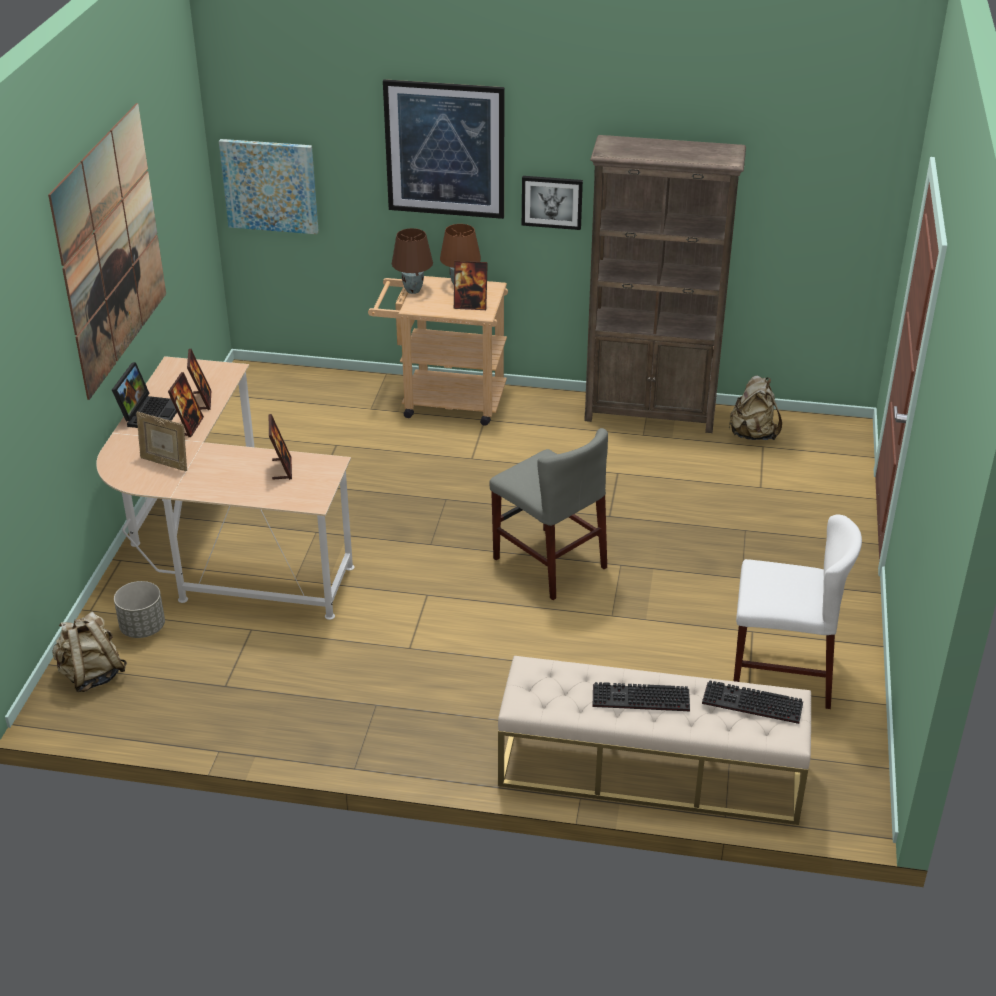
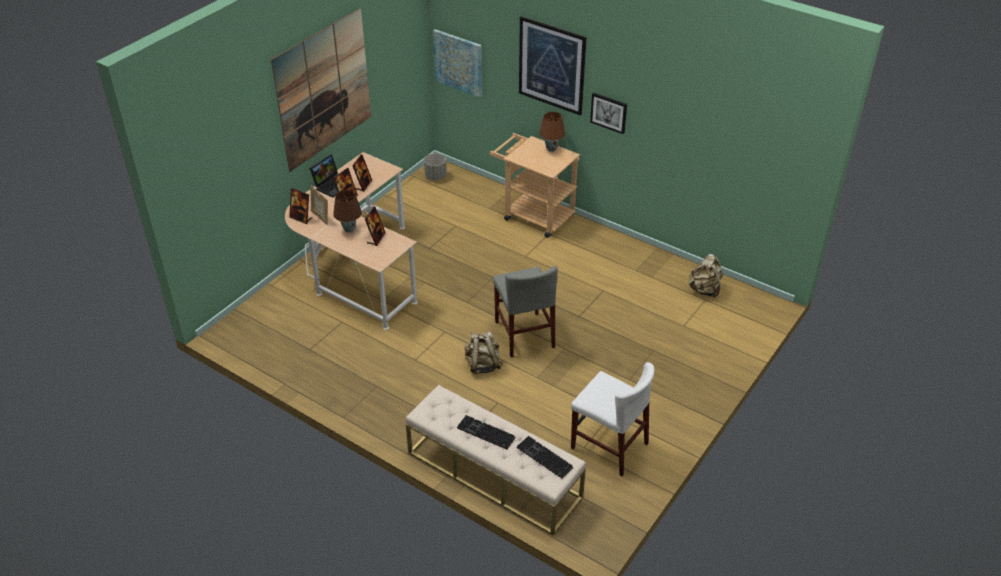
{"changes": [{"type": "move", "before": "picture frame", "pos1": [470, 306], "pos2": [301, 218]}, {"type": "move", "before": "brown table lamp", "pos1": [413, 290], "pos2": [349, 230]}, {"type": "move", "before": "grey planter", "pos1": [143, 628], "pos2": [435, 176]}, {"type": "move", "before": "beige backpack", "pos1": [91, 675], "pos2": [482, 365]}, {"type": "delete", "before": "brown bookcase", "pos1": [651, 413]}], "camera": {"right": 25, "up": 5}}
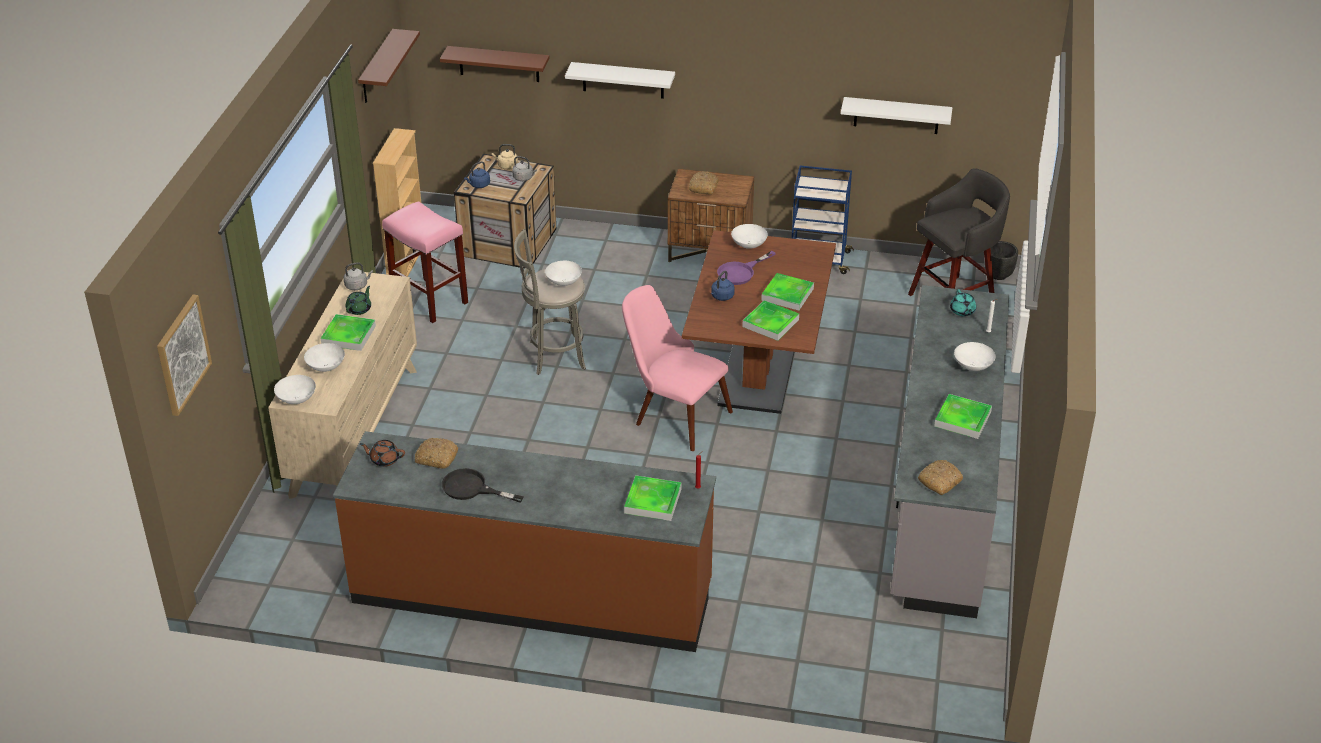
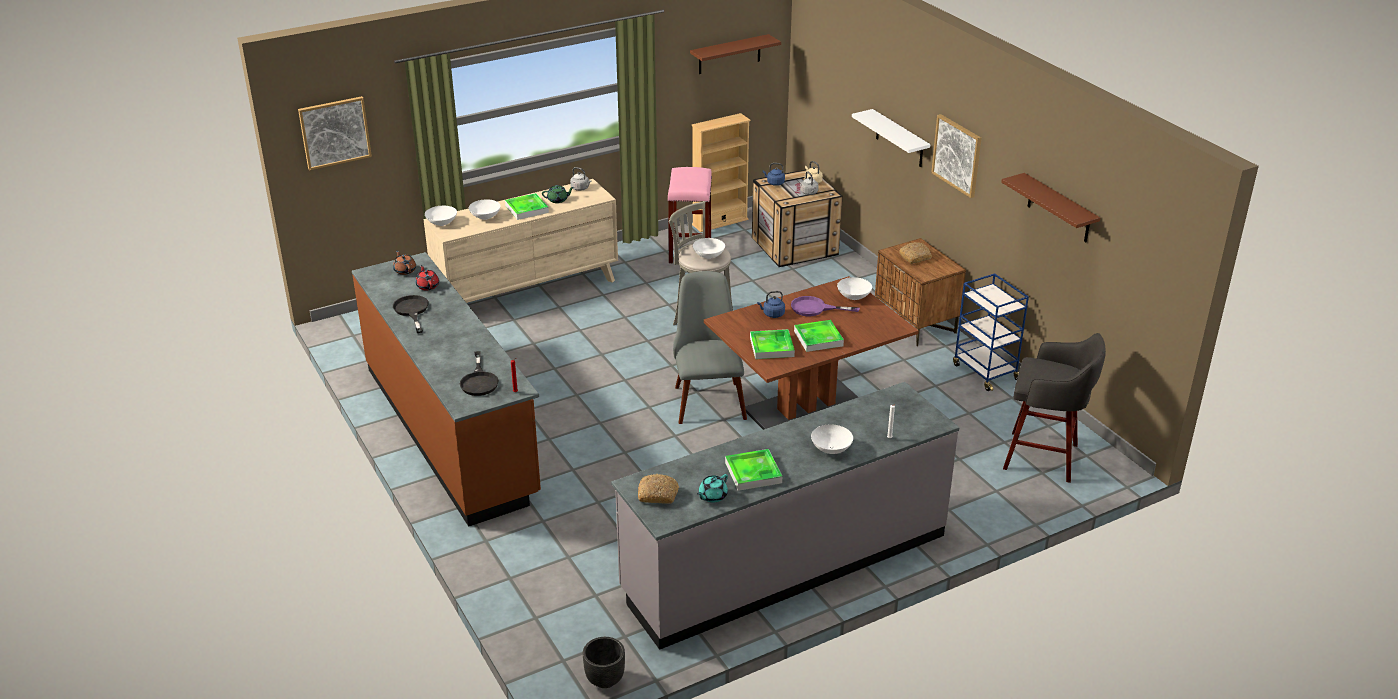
{"changes": [{"type": "replace", "before": "bread", "after": "red teapot", "pos1": [436, 458], "pos2": [427, 286]}, {"type": "replace", "before": "tray", "after": "black frying pan", "pos1": [653, 501], "pos2": [479, 381]}, {"type": "move", "before": "black planter", "pos1": [998, 275], "pos2": [604, 680]}, {"type": "recolor", "before": "pink chair", "after": "grey chair", "pos1": [673, 414], "pos2": [707, 396]}, {"type": "move", "before": "turquoise teapot", "pos1": [962, 311], "pos2": [712, 496]}, {"type": "insert", "after": "picture", "pos2": [957, 155]}, {"type": "move", "before": "brown shelf", "pos1": [499, 64], "pos2": [1059, 209]}, {"type": "delete", "before": "white shelf", "pos1": [896, 115]}], "camera": {"right": 50, "up": -5}}
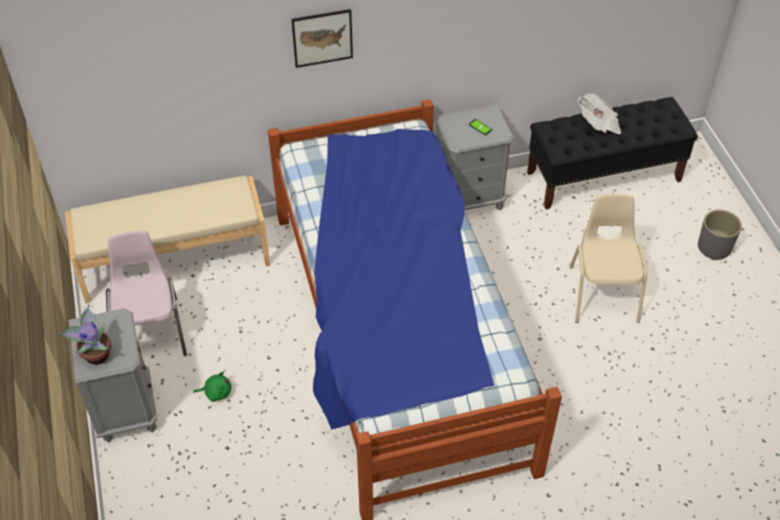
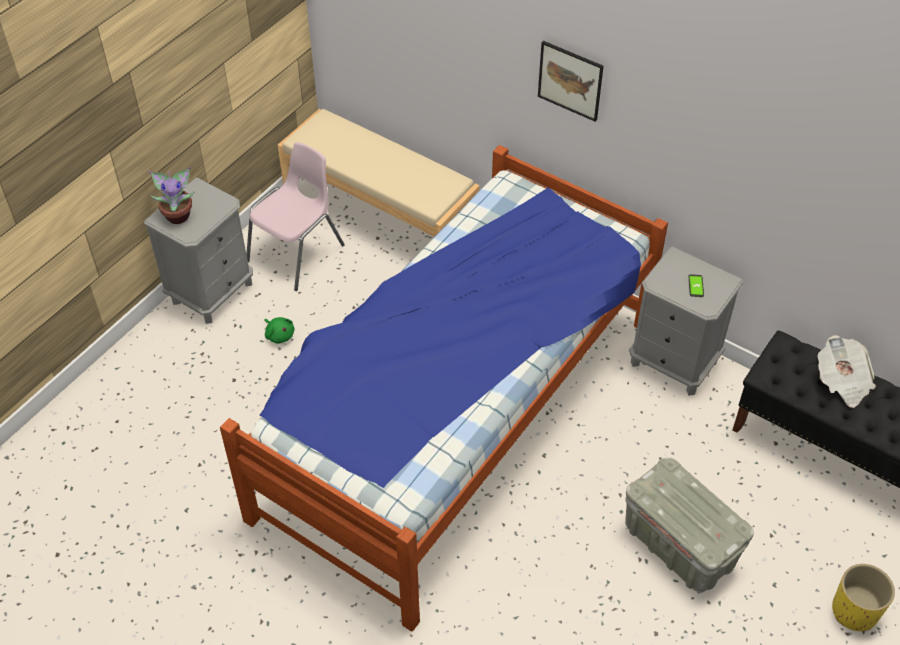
{"changes": [{"type": "replace", "before": "beige chair", "after": "grey storage box", "pos1": [603, 293], "pos2": [680, 545]}, {"type": "recolor", "before": "grey planter", "after": "yellow planter", "pos1": [713, 248], "pos2": [854, 610]}], "camera": {"right": 50, "up": 0}}
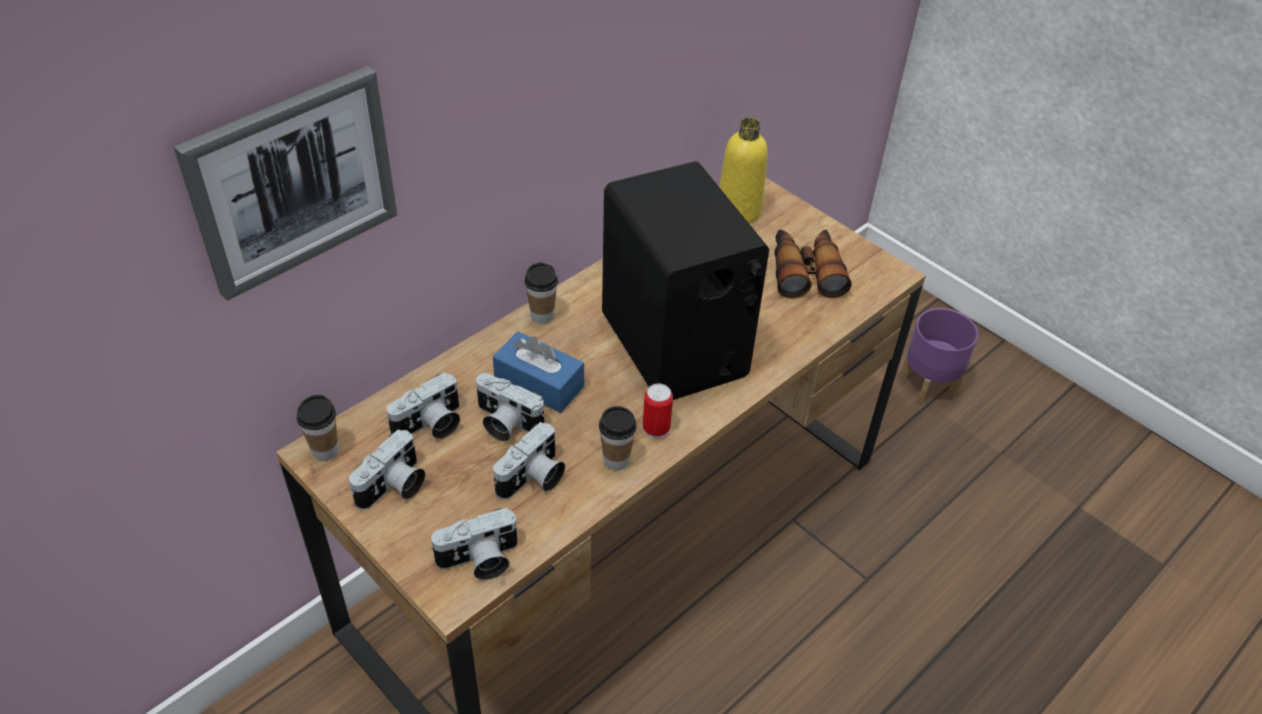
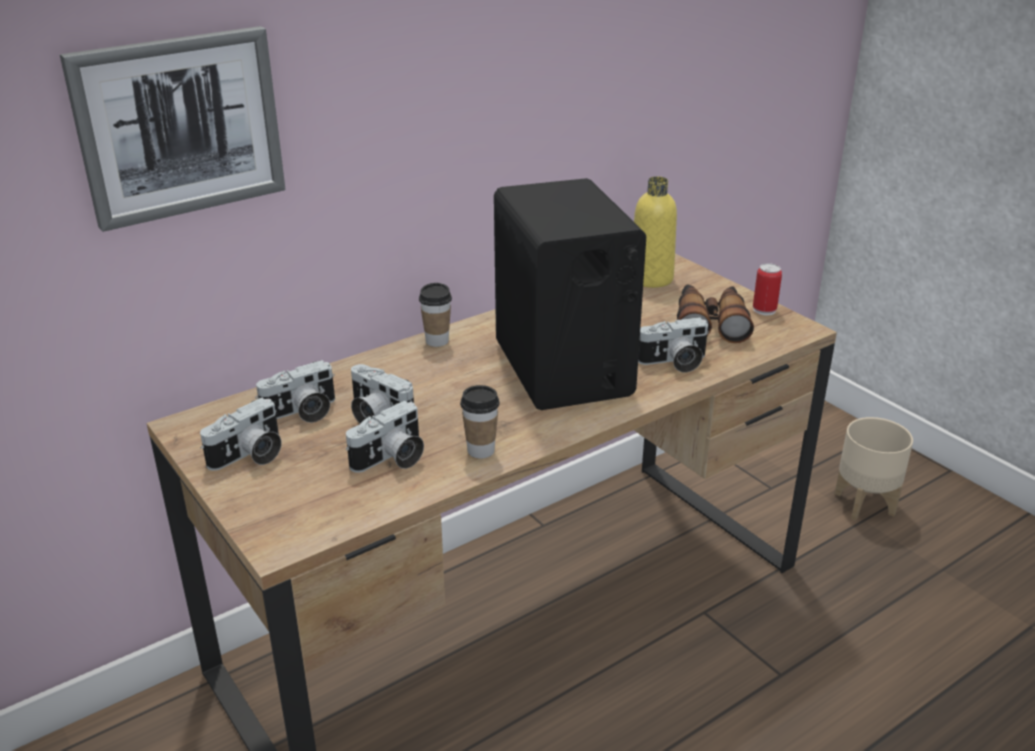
{"changes": [{"type": "move", "before": "photo camera", "pos1": [479, 561], "pos2": [674, 363]}, {"type": "move", "before": "can", "pos1": [656, 428], "pos2": [764, 310]}, {"type": "recolor", "before": "purple planter", "after": "beige planter", "pos1": [927, 384], "pos2": [864, 503]}, {"type": "delete", "before": "cup", "pos1": [325, 451]}, {"type": "delete", "before": "blue tissue box", "pos1": [539, 383]}], "camera": {"right": 10, "up": -15}}
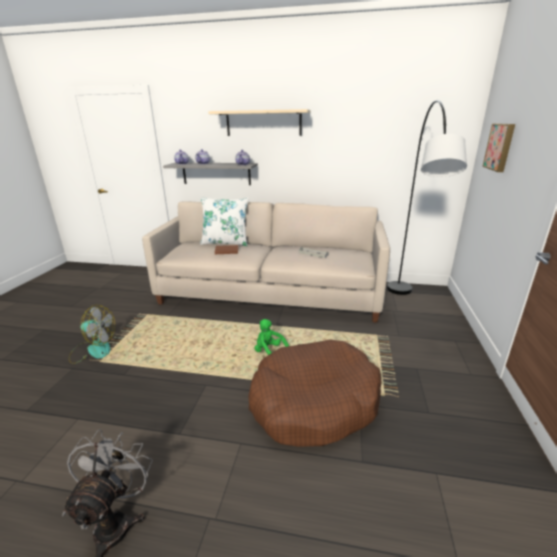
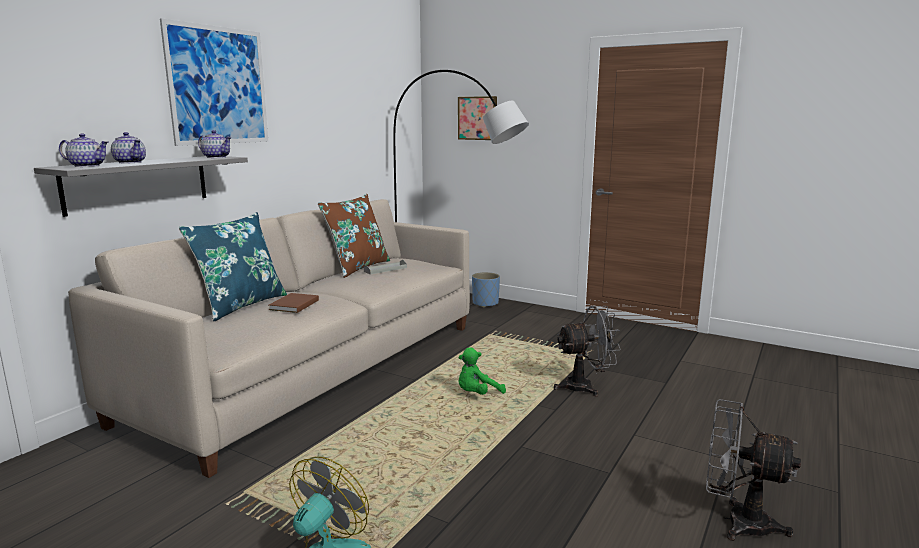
{"changes": [{"type": "replace", "before": "beige shelf", "after": "picture", "pos1": [263, 123], "pos2": [218, 86]}, {"type": "recolor", "before": "white pillow", "after": "blue pillow", "pos1": [225, 242], "pos2": [240, 305]}, {"type": "insert", "after": "brown pillow", "pos2": [357, 267]}, {"type": "insert", "after": "blue planter", "pos2": [485, 303]}, {"type": "replace", "before": "brown dog bed", "after": "grey fan", "pos1": [314, 403], "pos2": [585, 387]}], "camera": {"right": -70, "up": -10}}
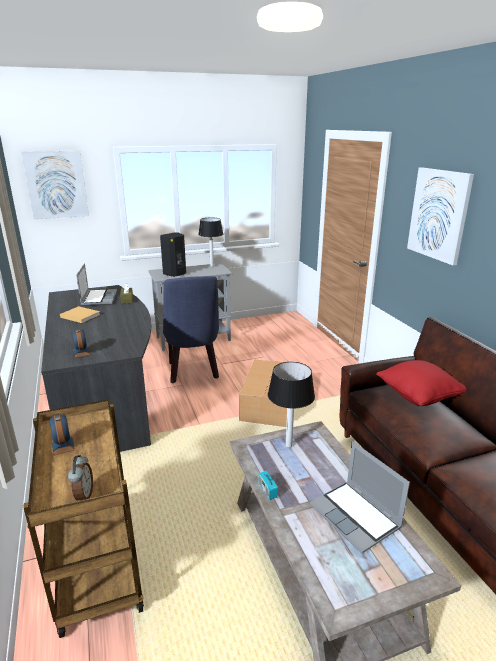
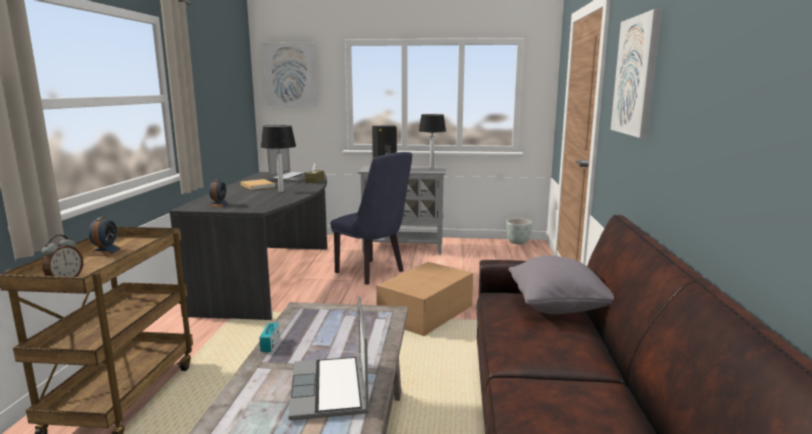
{"changes": [{"type": "move", "before": "table lamp", "pos1": [288, 445], "pos2": [281, 191]}, {"type": "rotate", "before": "blue chair", "pos1": [193, 373], "pos2": [373, 273], "turn": -60}, {"type": "insert", "after": "grey planter", "pos2": [517, 242]}, {"type": "recolor", "before": "red pillow", "after": "grey pillow", "pos1": [418, 397], "pos2": [557, 307]}], "camera": {"right": 25, "up": -10}}
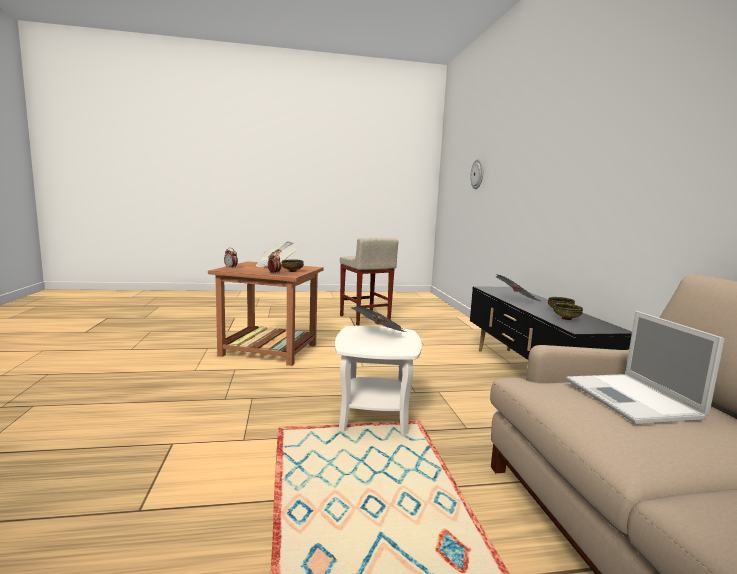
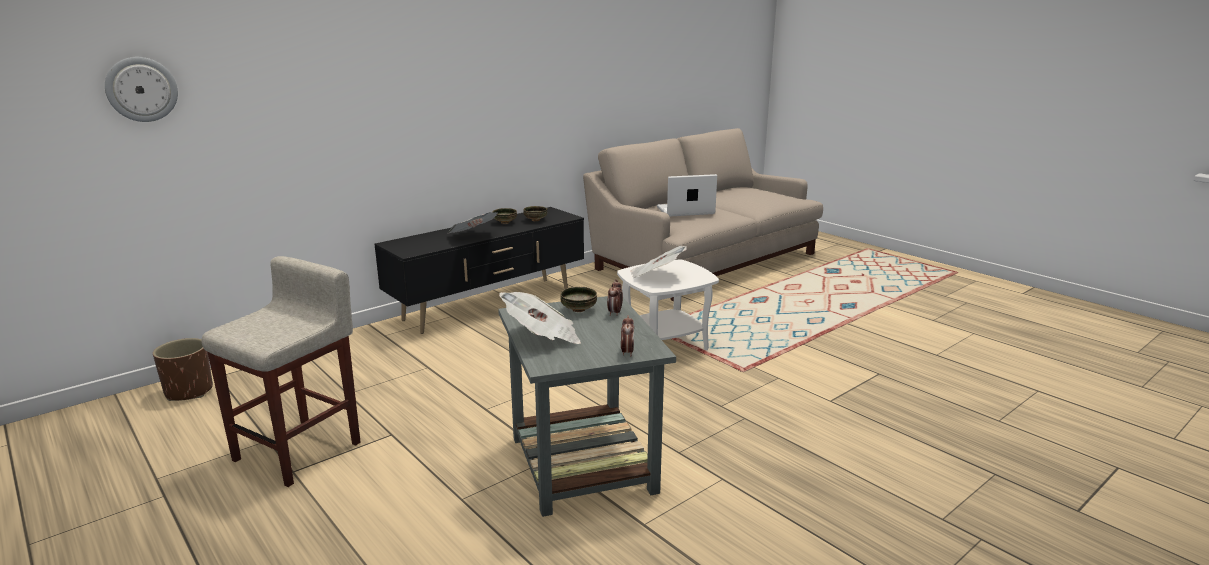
{"changes": [{"type": "insert", "after": "brown planter", "pos2": [189, 391]}, {"type": "recolor", "before": "brown side table", "after": "grey side table", "pos1": [270, 350], "pos2": [581, 463]}, {"type": "rotate", "before": "laptop", "pos1": [633, 399], "pos2": [684, 210], "turn": -150}], "camera": {"right": -120, "up": 10}}
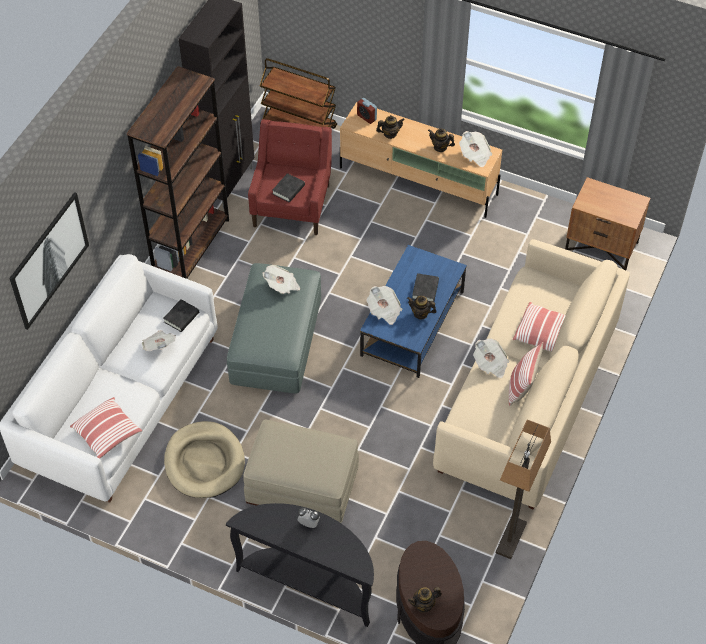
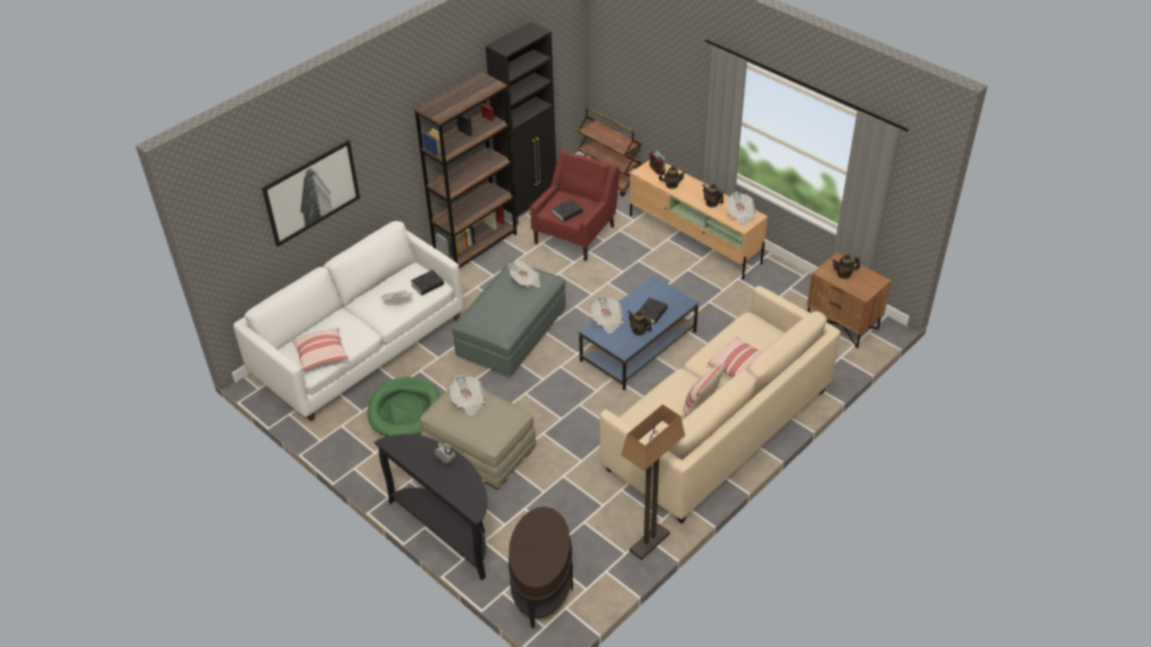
{"changes": [{"type": "recolor", "before": "beige dog bed", "after": "green dog bed", "pos1": [204, 462], "pos2": [405, 410]}, {"type": "move", "before": "newspaper", "pos1": [490, 364], "pos2": [468, 402]}, {"type": "move", "before": "teapot", "pos1": [424, 605], "pos2": [844, 274]}], "camera": {"right": 20, "up": -10}}
